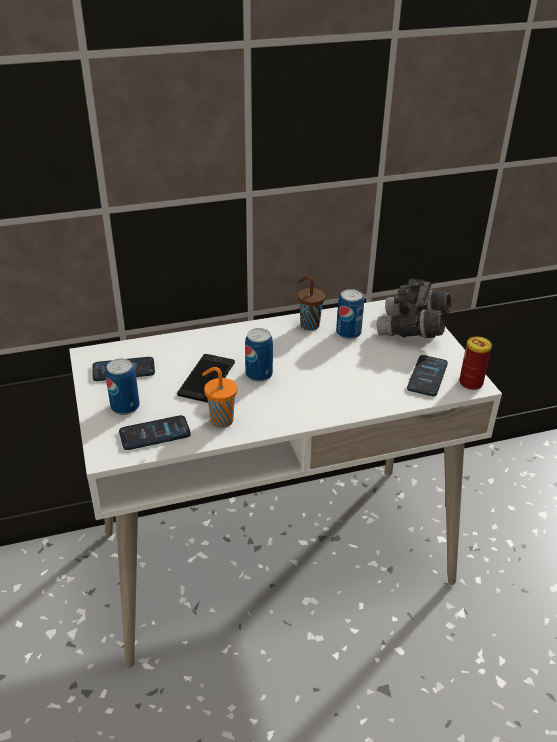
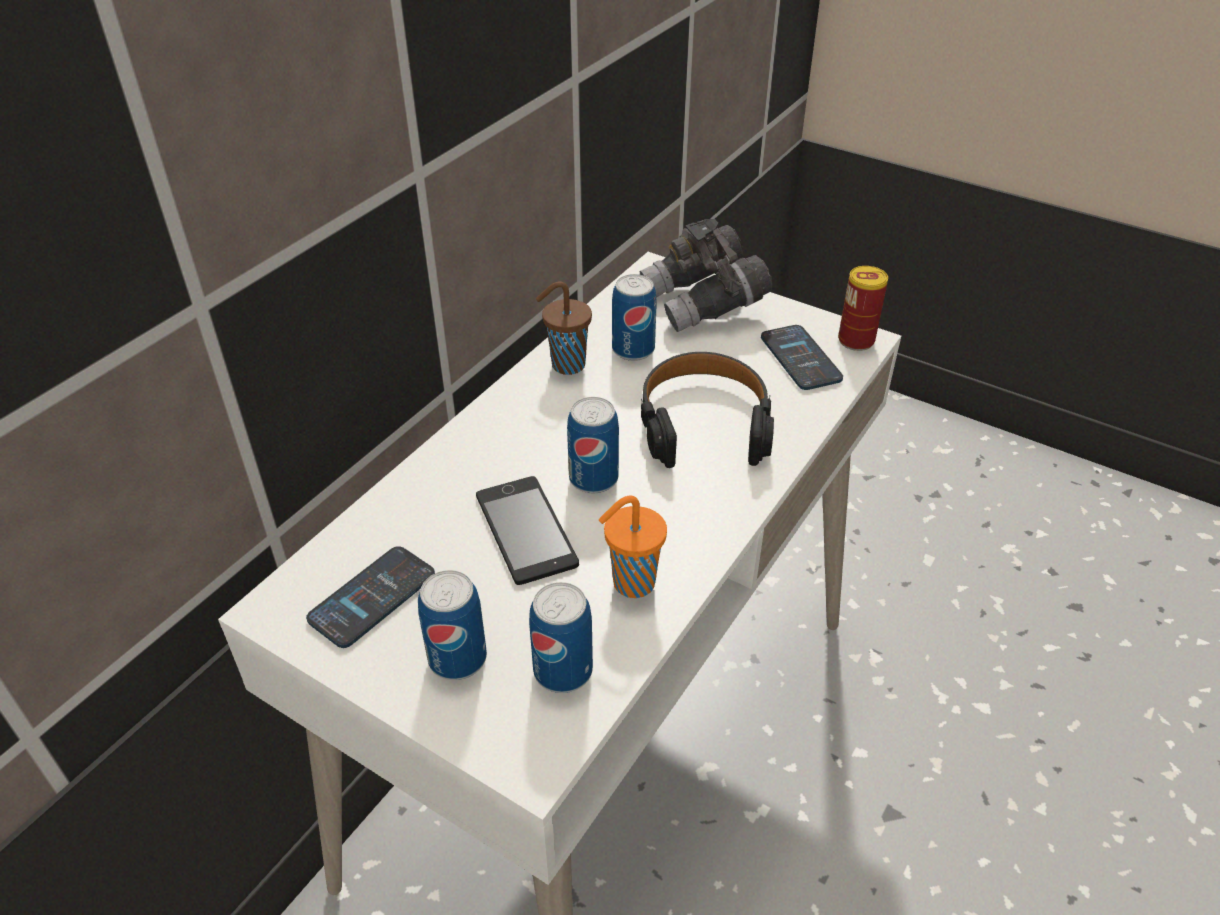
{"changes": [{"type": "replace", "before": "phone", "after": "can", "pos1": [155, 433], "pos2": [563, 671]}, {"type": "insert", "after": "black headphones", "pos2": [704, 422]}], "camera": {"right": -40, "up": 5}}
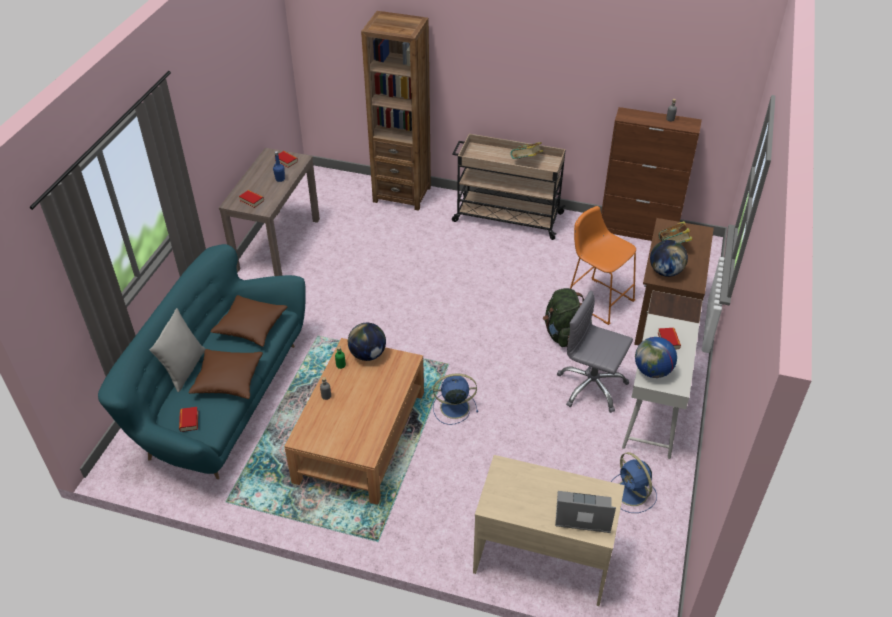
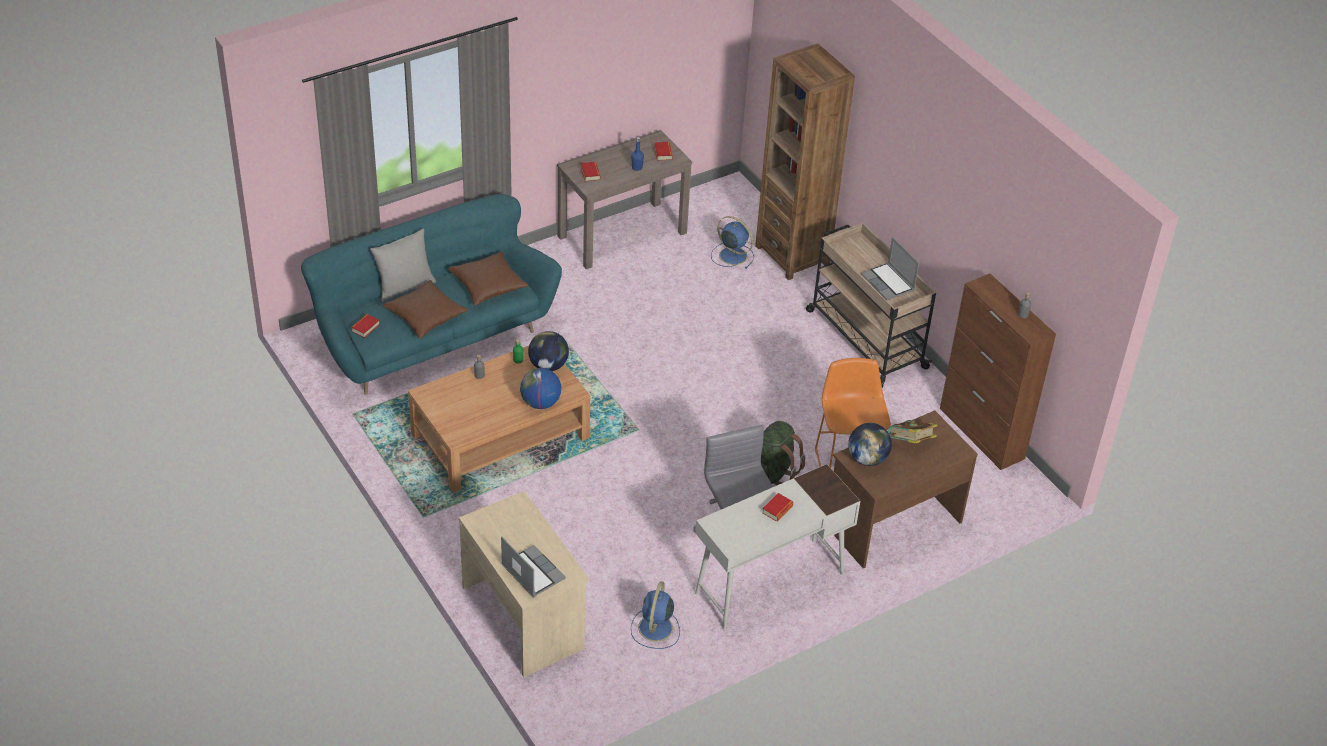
{"changes": [{"type": "move", "before": "globe", "pos1": [652, 371], "pos2": [540, 403]}, {"type": "move", "before": "blue fan", "pos1": [453, 407], "pos2": [732, 255]}, {"type": "replace", "before": "book", "after": "laptop", "pos1": [526, 161], "pos2": [888, 283]}], "camera": {"right": 40, "up": 0}}
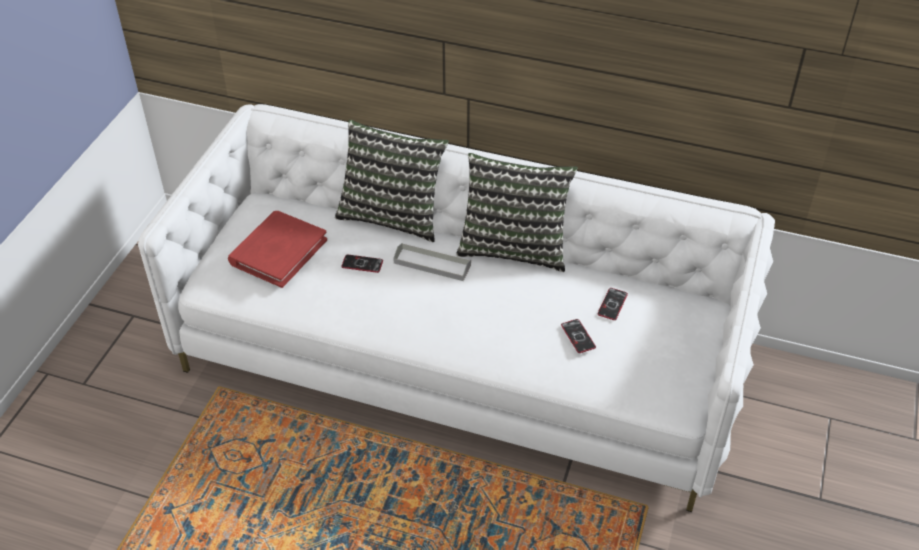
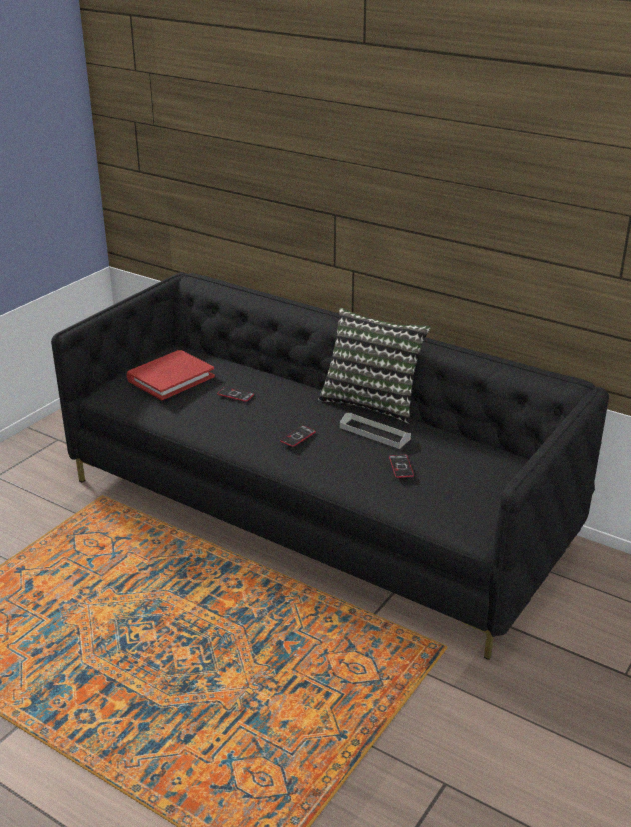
{"changes": [{"type": "recolor", "before": "white sofa", "after": "black sofa", "pos1": [460, 361], "pos2": [316, 511]}, {"type": "move", "before": "phone", "pos1": [612, 304], "pos2": [298, 437]}, {"type": "move", "before": "grey tray", "pos1": [432, 264], "pos2": [374, 433]}, {"type": "delete", "before": "pillow", "pos1": [393, 214]}], "camera": {"right": 15, "up": -15}}
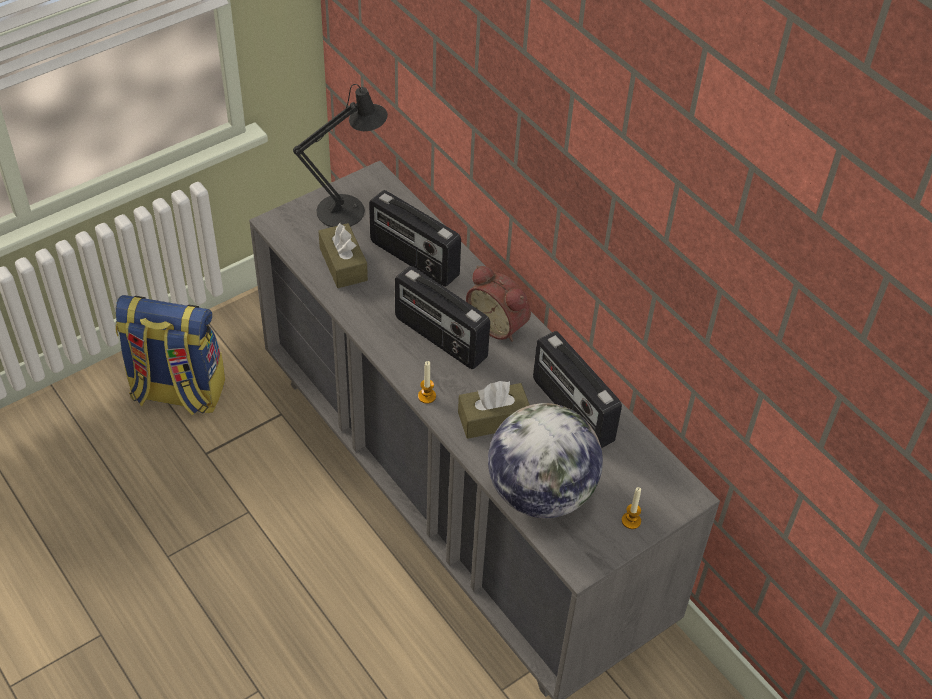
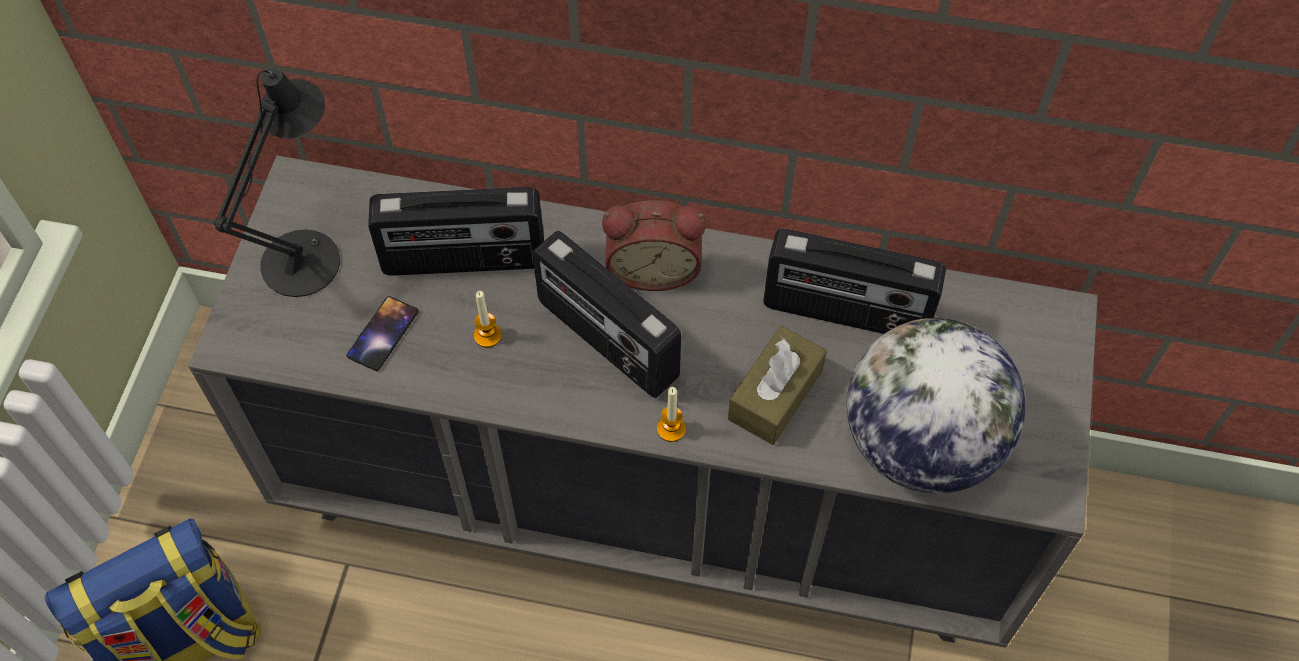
{"changes": [{"type": "replace", "before": "brown tissue box", "after": "phone", "pos1": [343, 264], "pos2": [382, 334]}, {"type": "move", "before": "candle", "pos1": [631, 521], "pos2": [487, 335]}, {"type": "rotate", "before": "radio", "pos1": [439, 338], "pos2": [606, 341], "turn": 45}], "camera": {"right": -40, "up": 10}}
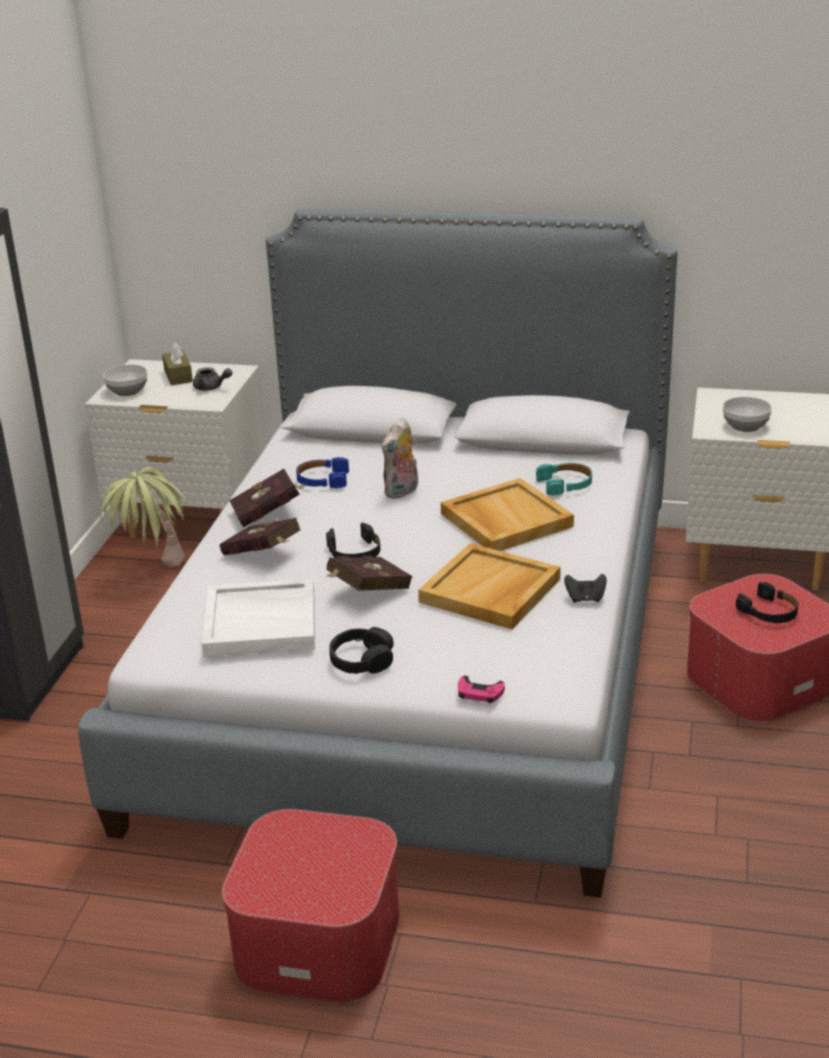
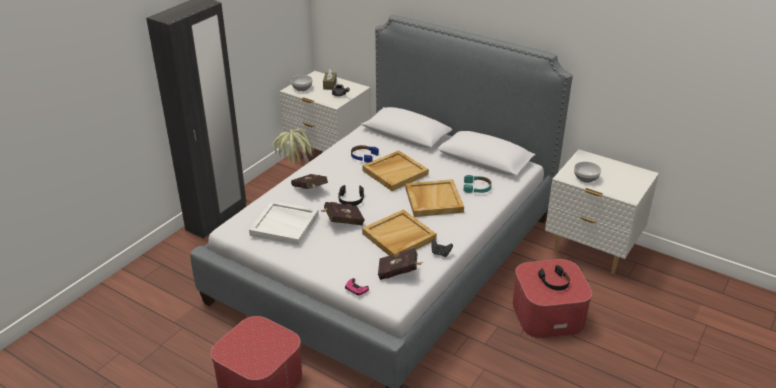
{"changes": [{"type": "replace", "before": "plush toy", "after": "beige tray", "pos1": [402, 492], "pos2": [395, 172]}, {"type": "move", "before": "red book", "pos1": [269, 514], "pos2": [399, 273]}, {"type": "delete", "before": "black headphones", "pos1": [362, 660]}], "camera": {"right": 20, "up": 5}}
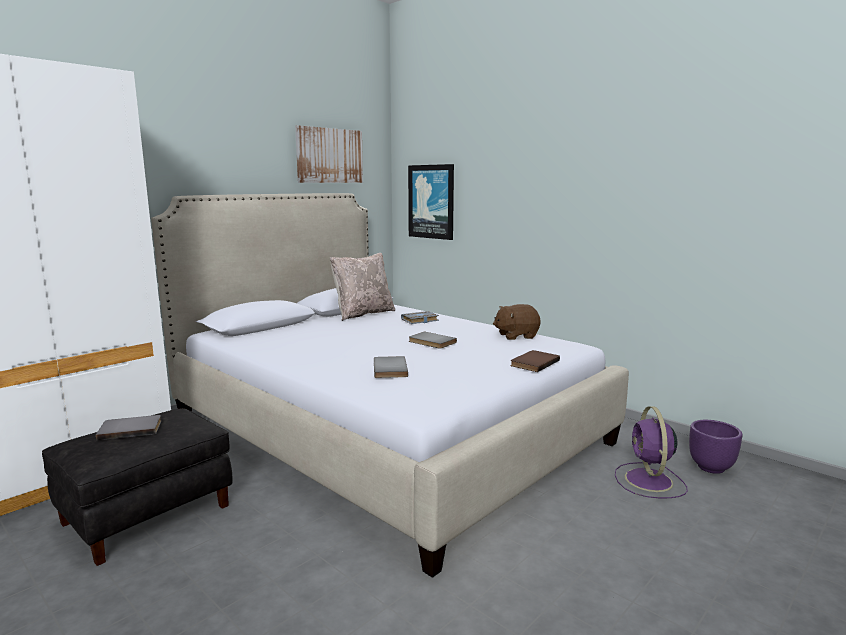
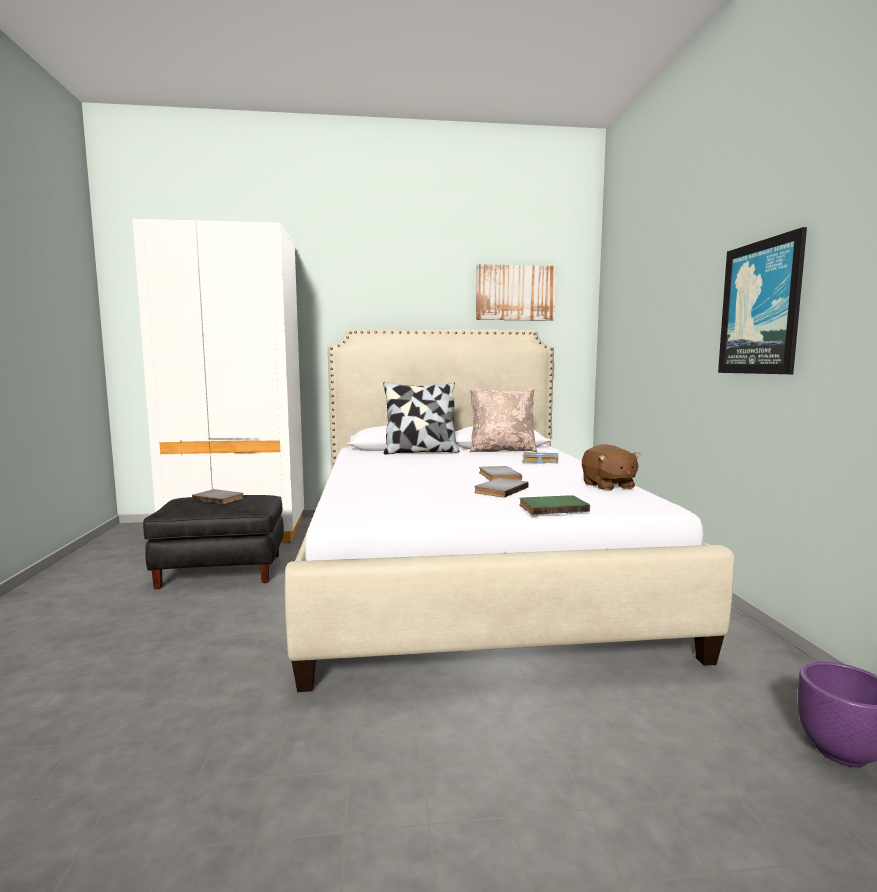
{"changes": [{"type": "insert", "after": "pillow", "pos2": [420, 452]}, {"type": "move", "before": "grey book", "pos1": [388, 369], "pos2": [499, 490]}, {"type": "recolor", "before": "brown book", "after": "green book", "pos1": [533, 363], "pos2": [552, 507]}, {"type": "rotate", "before": "brown plush toy", "pos1": [516, 336], "pos2": [608, 486], "turn": -135}, {"type": "move", "before": "picture", "pos1": [431, 201], "pos2": [761, 308]}, {"type": "delete", "before": "purple fan", "pos1": [649, 481]}], "camera": {"right": 40, "up": -5}}
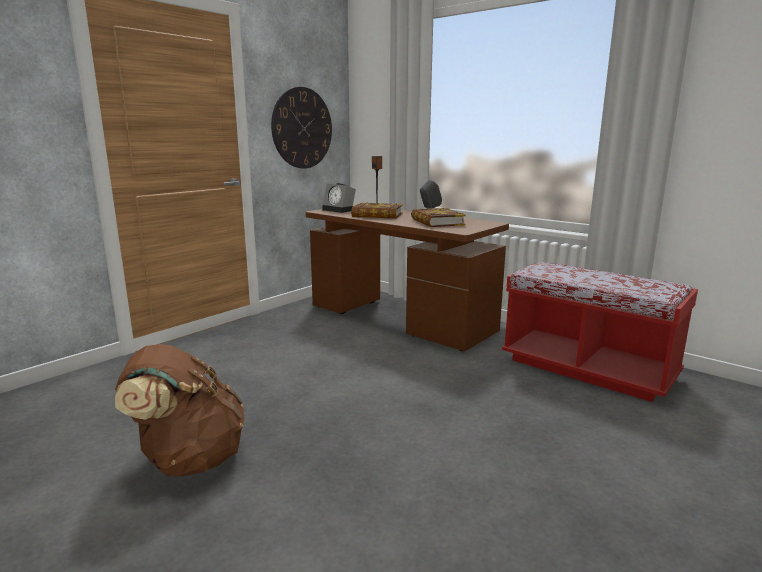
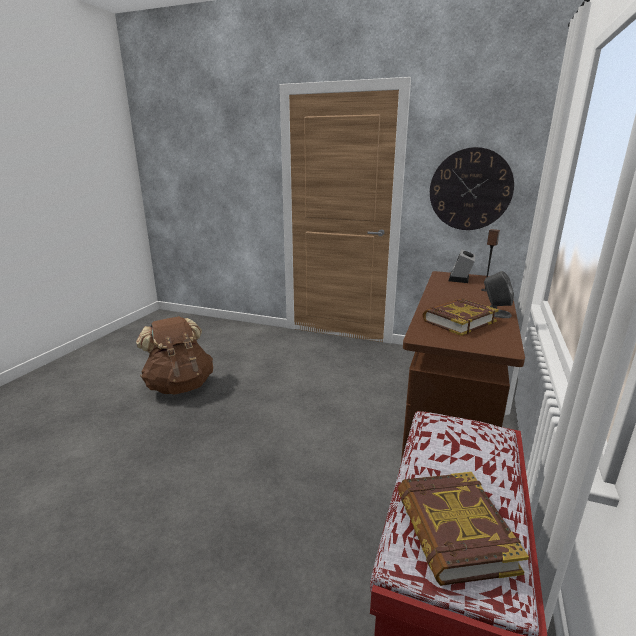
{"changes": [{"type": "move", "before": "book", "pos1": [377, 215], "pos2": [453, 531]}], "camera": {"right": 70, "up": 5}}
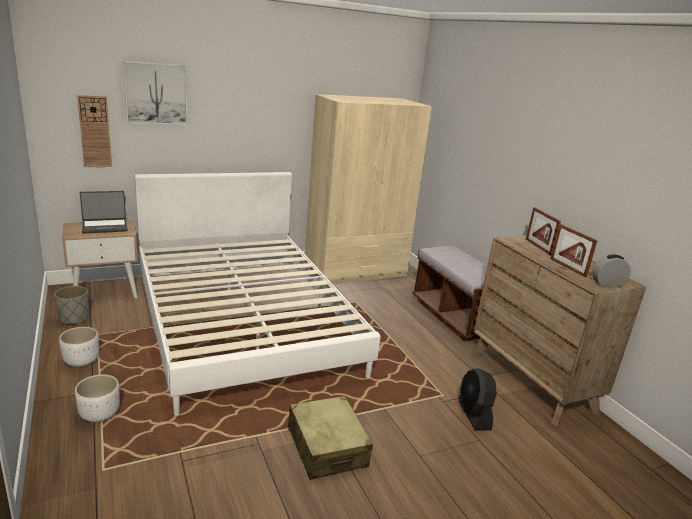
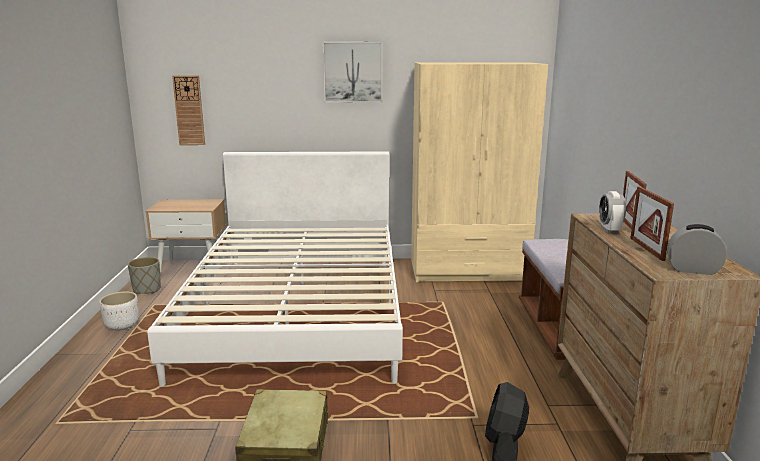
{"changes": [{"type": "move", "before": "picture", "pos1": [156, 93], "pos2": [353, 72]}, {"type": "insert", "after": "alarm clock", "pos2": [609, 230]}, {"type": "delete", "before": "white planter", "pos1": [99, 414]}, {"type": "delete", "before": "laptop", "pos1": [105, 227]}], "camera": {"right": 25, "up": -5}}
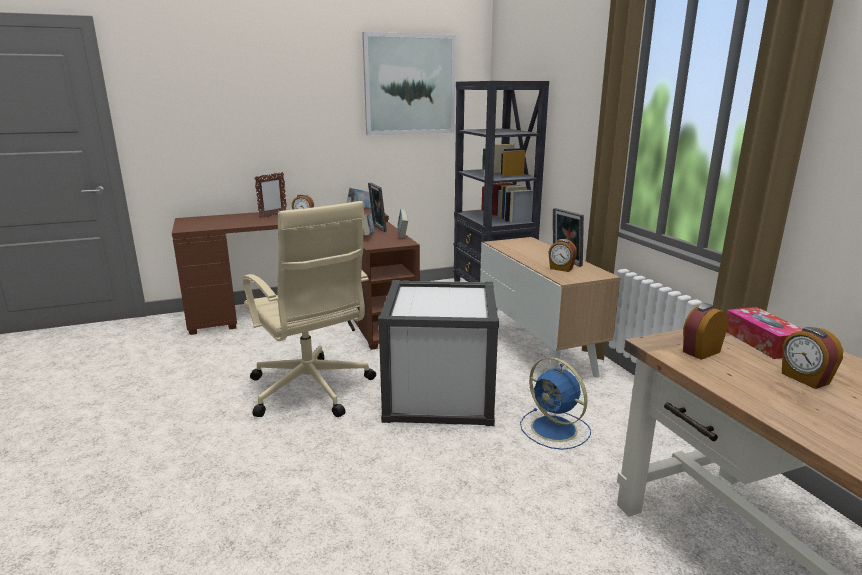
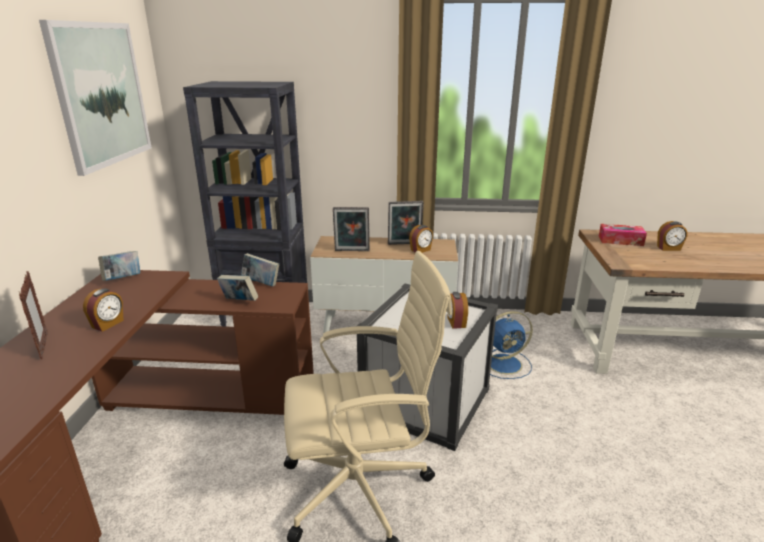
{"changes": [{"type": "move", "before": "picture frame", "pos1": [377, 228], "pos2": [352, 251]}, {"type": "move", "before": "alarm clock", "pos1": [700, 351], "pos2": [456, 322]}], "camera": {"right": -65, "up": 5}}
